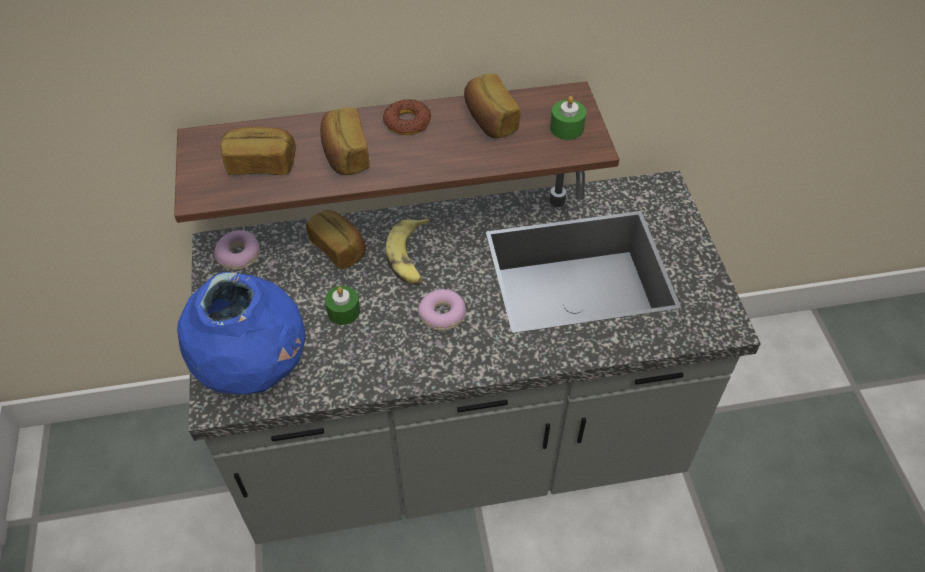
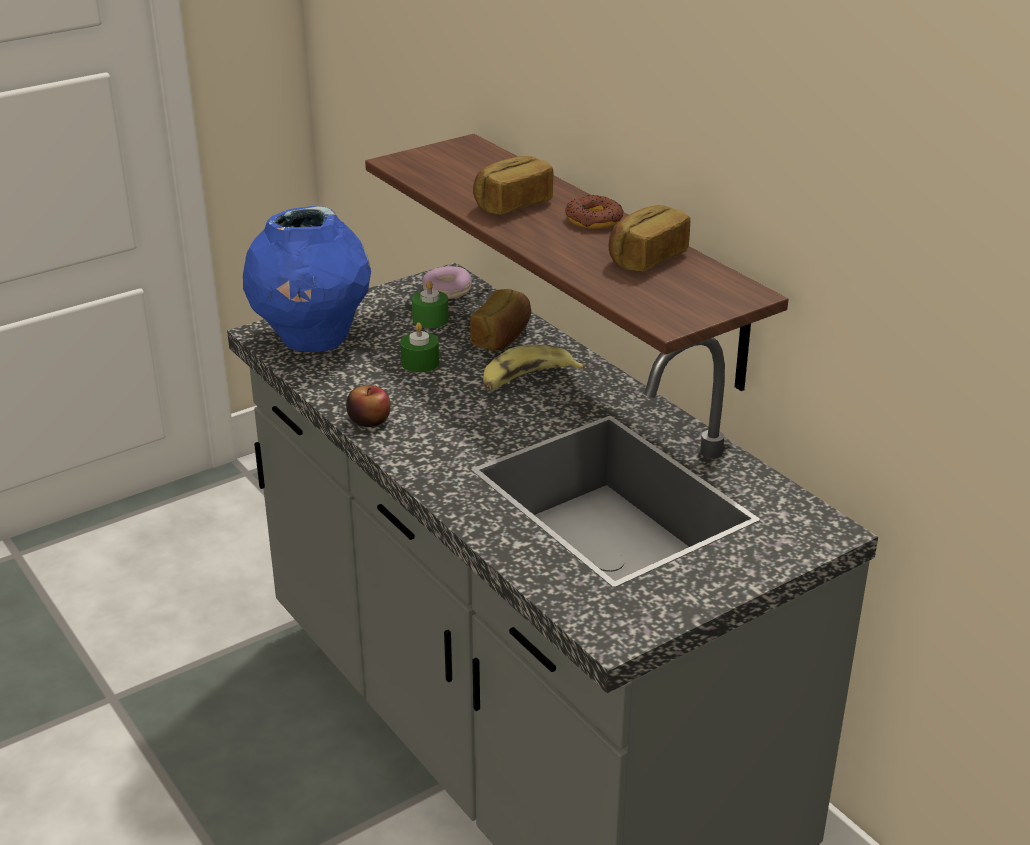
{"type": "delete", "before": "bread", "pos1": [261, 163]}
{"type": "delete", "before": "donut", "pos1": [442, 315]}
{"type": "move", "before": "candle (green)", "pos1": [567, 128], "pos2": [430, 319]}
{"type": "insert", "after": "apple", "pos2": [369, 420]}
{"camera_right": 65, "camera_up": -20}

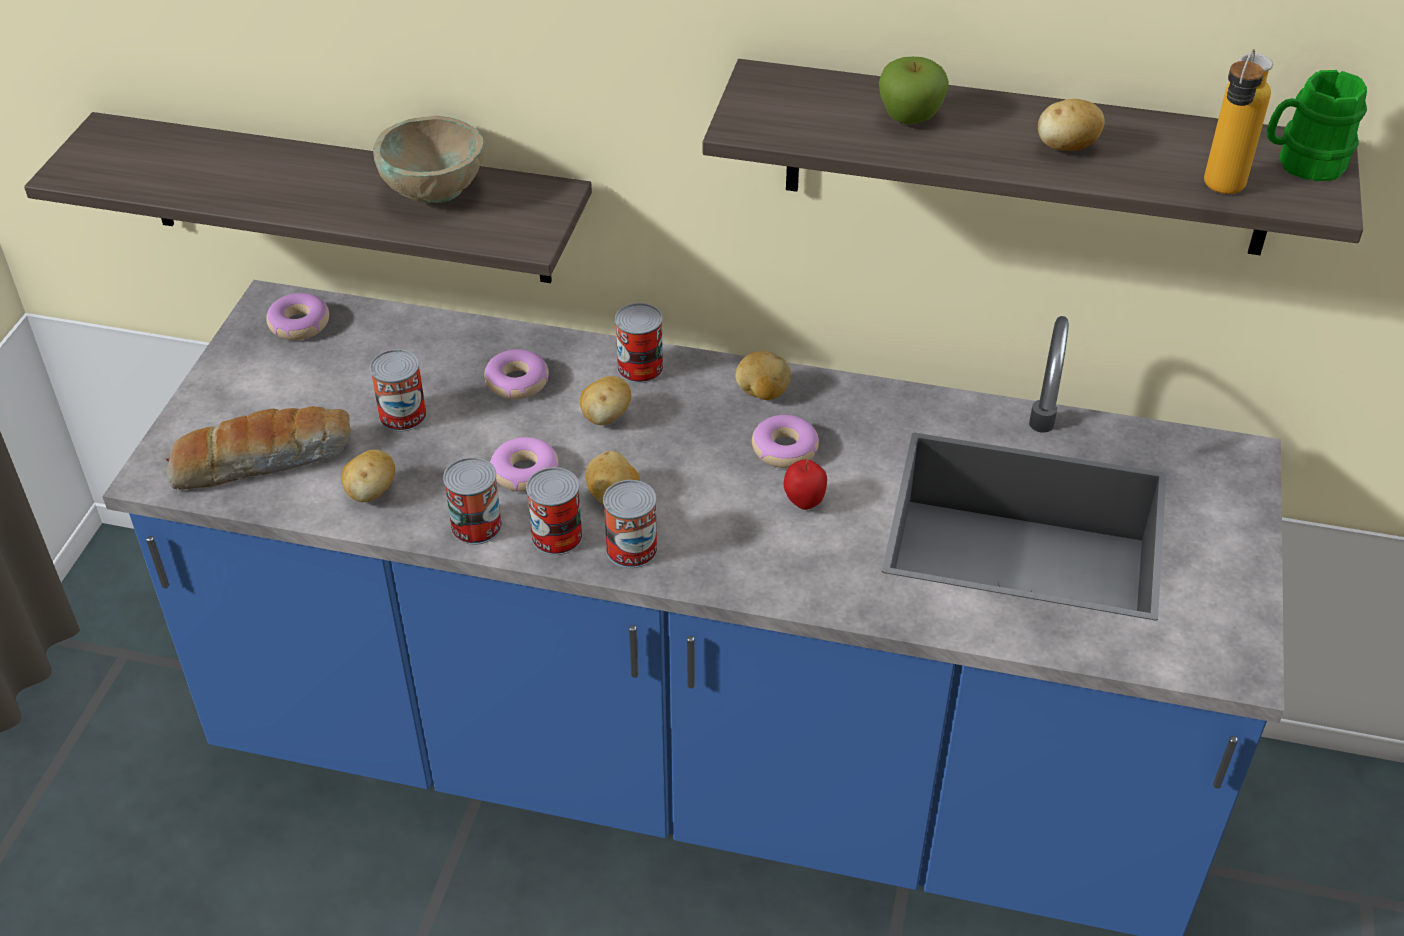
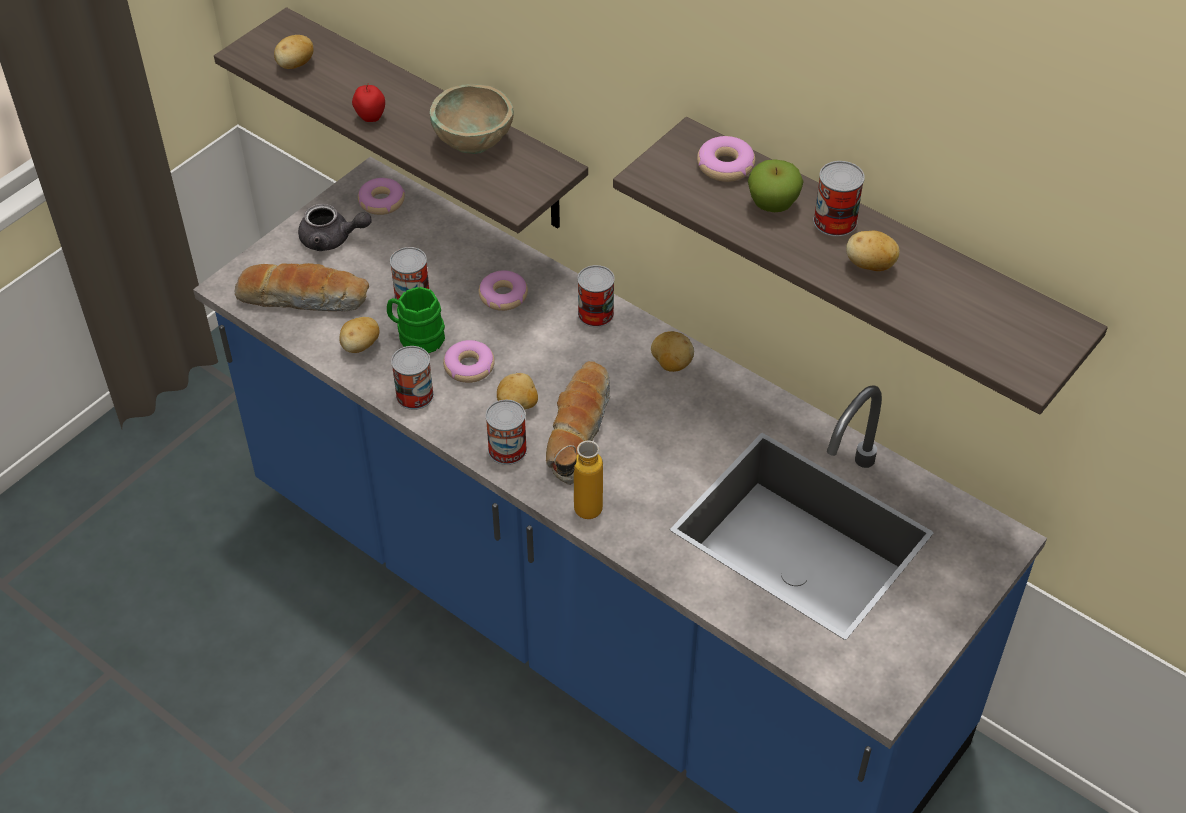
{"type": "move", "before": "can", "pos1": [557, 536], "pos2": [835, 221]}
{"type": "move", "before": "potato", "pos1": [606, 417], "pos2": [295, 65]}
{"type": "move", "before": "donut", "pos1": [785, 449], "pos2": [725, 166]}
{"type": "move", "before": "apple", "pos1": [804, 503], "pos2": [370, 118]}
{"type": "move", "before": "bottle", "pos1": [1218, 193], "pos2": [578, 515]}
{"type": "move", "before": "mug (green)", "pos1": [1302, 163], "pos2": [416, 338]}
{"type": "insert", "after": "teapot (grey)", "pos2": [332, 239]}
{"type": "insert", "after": "bread", "pos2": [577, 430]}
{"camera_right": 25, "camera_up": 5}

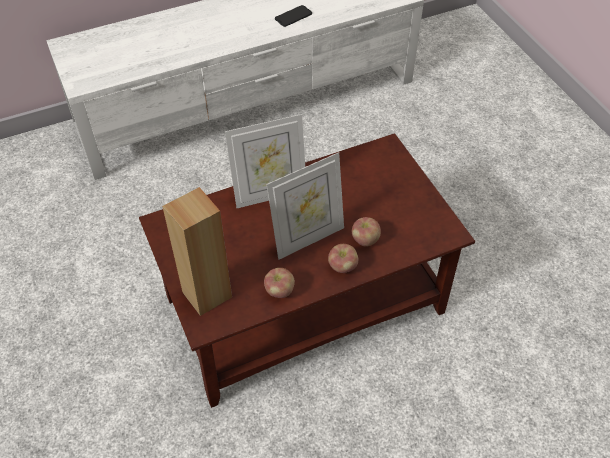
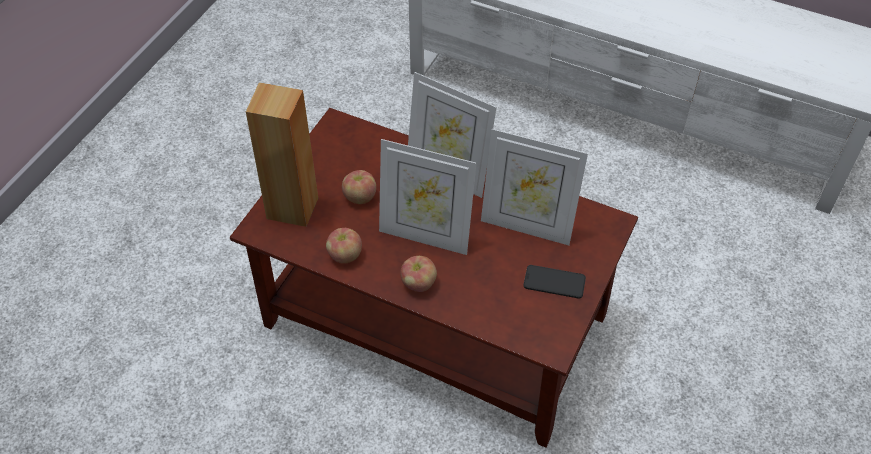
{"type": "move", "before": "phone", "pos1": [293, 16], "pos2": [554, 282]}
{"type": "move", "before": "apple", "pos1": [365, 240], "pos2": [359, 197]}
{"type": "insert", "after": "picture frame", "pos2": [527, 225]}
{"camera_right": 50, "camera_up": 0}

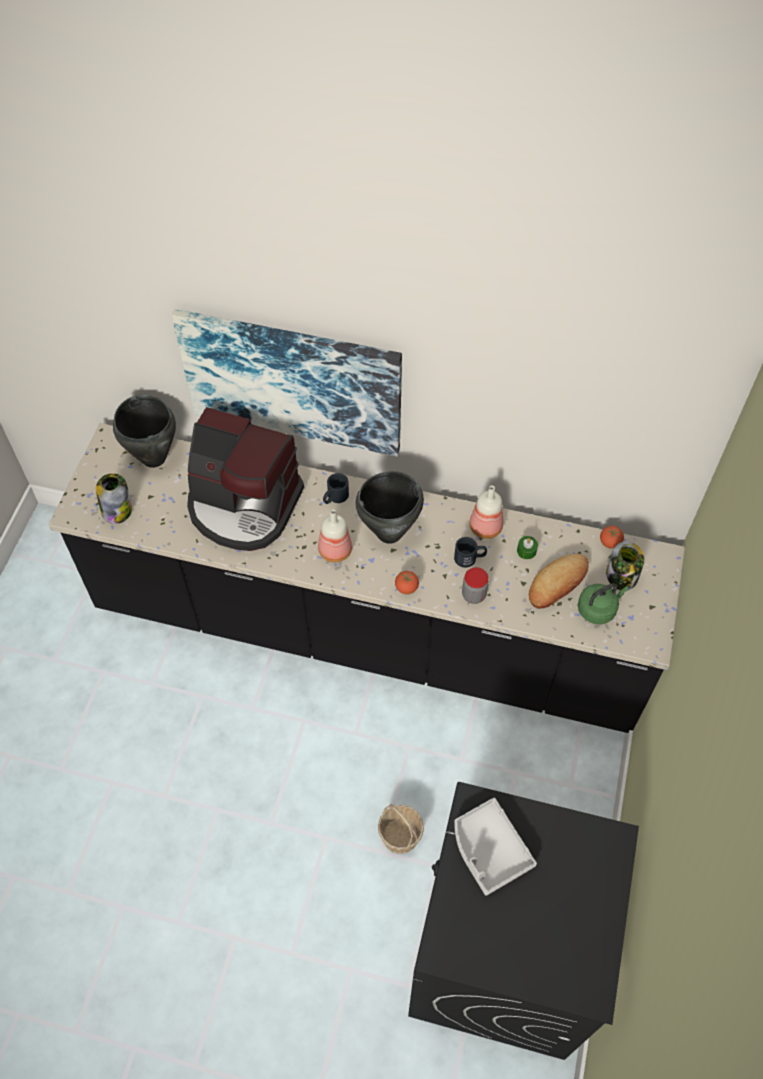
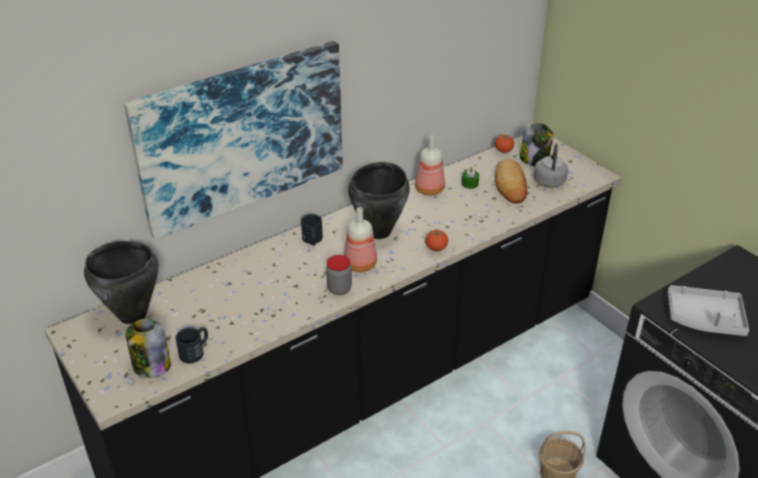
{"type": "delete", "before": "coffee machine", "pos1": [244, 506]}
{"type": "move", "before": "mug (black)", "pos1": [470, 558], "pos2": [195, 351]}
{"type": "move", "before": "jar", "pos1": [473, 595], "pos2": [339, 289]}
{"type": "recolor", "before": "kettle (green)", "after": "kettle (grey)", "pos1": [598, 609], "pos2": [549, 180]}
{"camera_right": -50, "camera_up": -20}

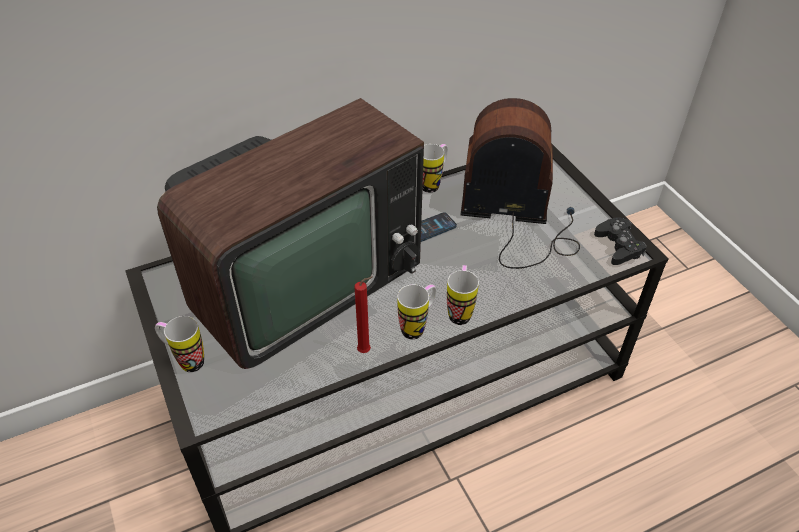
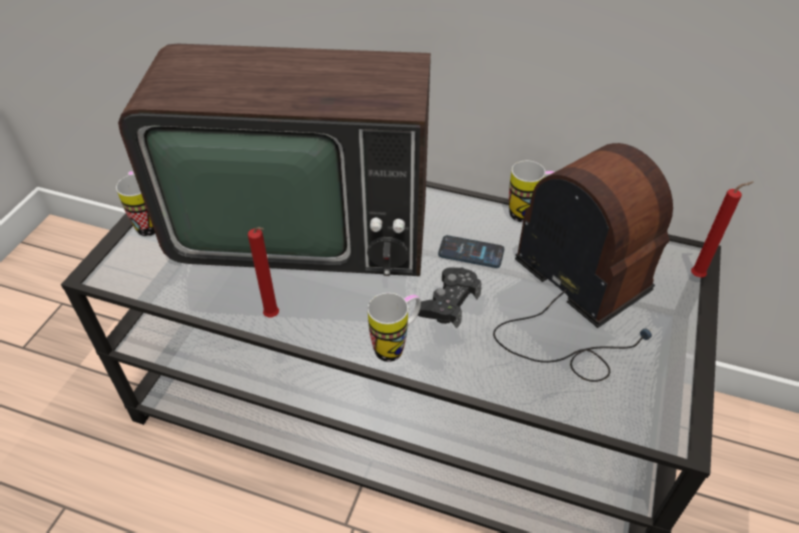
{"type": "delete", "before": "mug", "pos1": [417, 326]}
{"type": "move", "before": "game controller (black)", "pos1": [618, 246], "pos2": [449, 302]}
{"type": "insert", "after": "candle (red)", "pos2": [699, 276]}
{"camera_right": 45, "camera_up": 0}

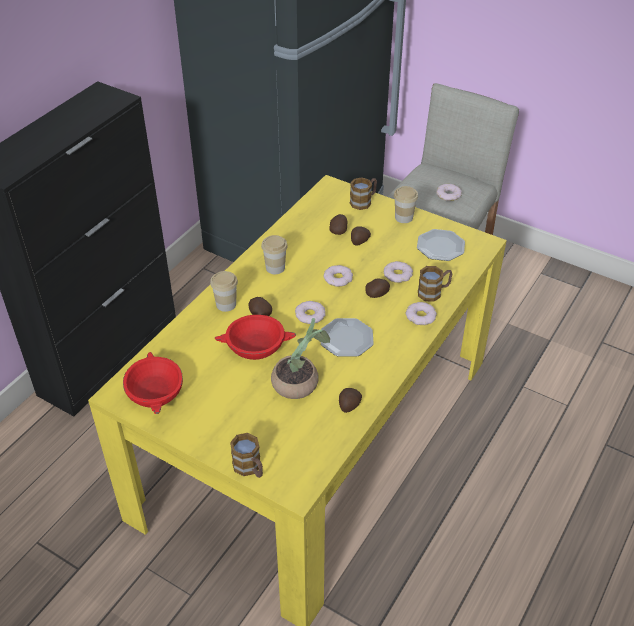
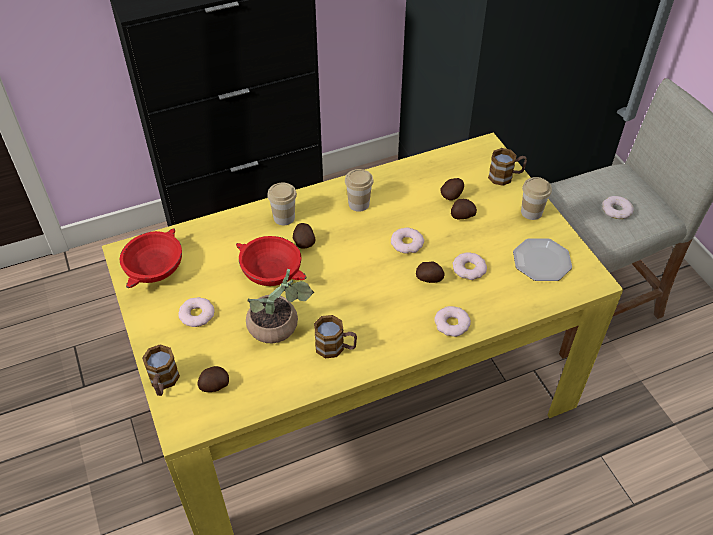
{"type": "move", "before": "donut", "pos1": [310, 315], "pos2": [196, 314]}
{"type": "delete", "before": "plate", "pos1": [347, 339]}
{"type": "move", "before": "potato", "pos1": [348, 406], "pos2": [214, 386]}
{"type": "move", "before": "mug", "pos1": [434, 292], "pos2": [335, 347]}
{"camera_right": 35, "camera_up": 5}

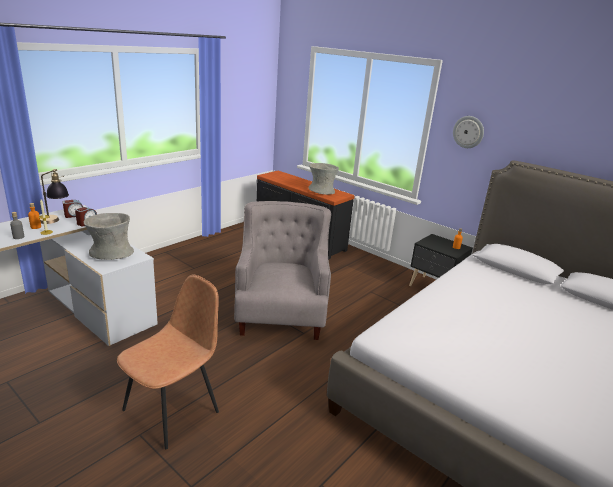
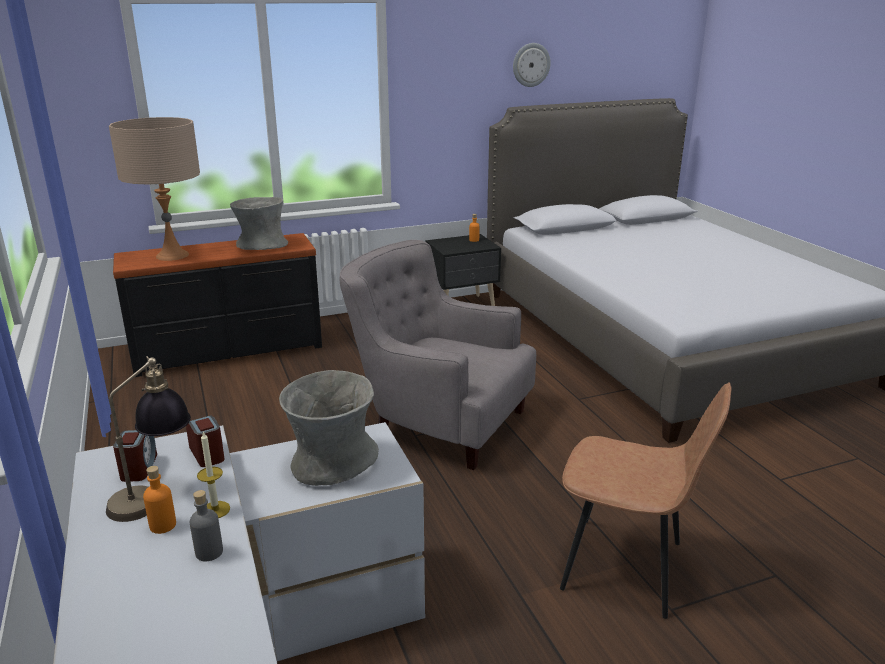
{"type": "rotate", "before": "chair (brown)", "pos1": [173, 409], "pos2": [626, 567], "turn": 135}
{"type": "move", "before": "wall clock", "pos1": [468, 132], "pos2": [531, 65]}
{"type": "insert", "after": "table lamp (beige)", "pos2": [172, 255]}
{"camera_right": -60, "camera_up": 0}

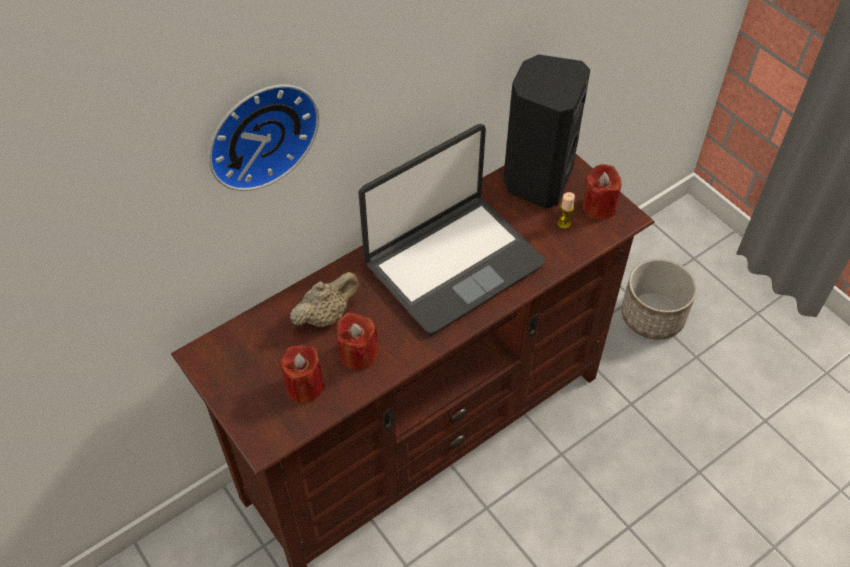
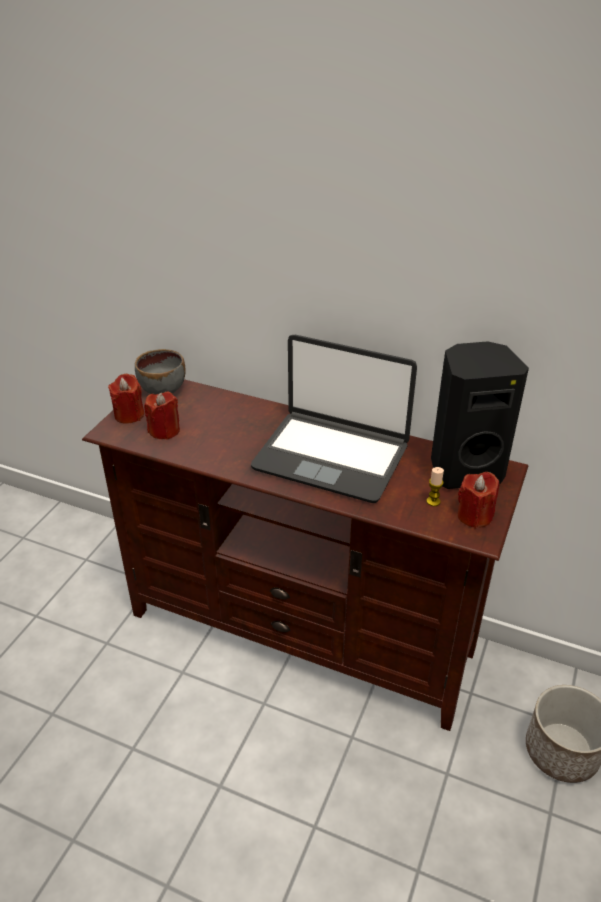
{"type": "delete", "before": "wall clock", "pos1": [259, 132]}
{"type": "delete", "before": "teapot (beige)", "pos1": [326, 315]}
{"type": "move", "before": "candle (red)", "pos1": [358, 354], "pos2": [129, 415]}
{"type": "insert", "after": "bowl (grey)", "pos2": [163, 389]}
{"camera_right": 60, "camera_up": -15}

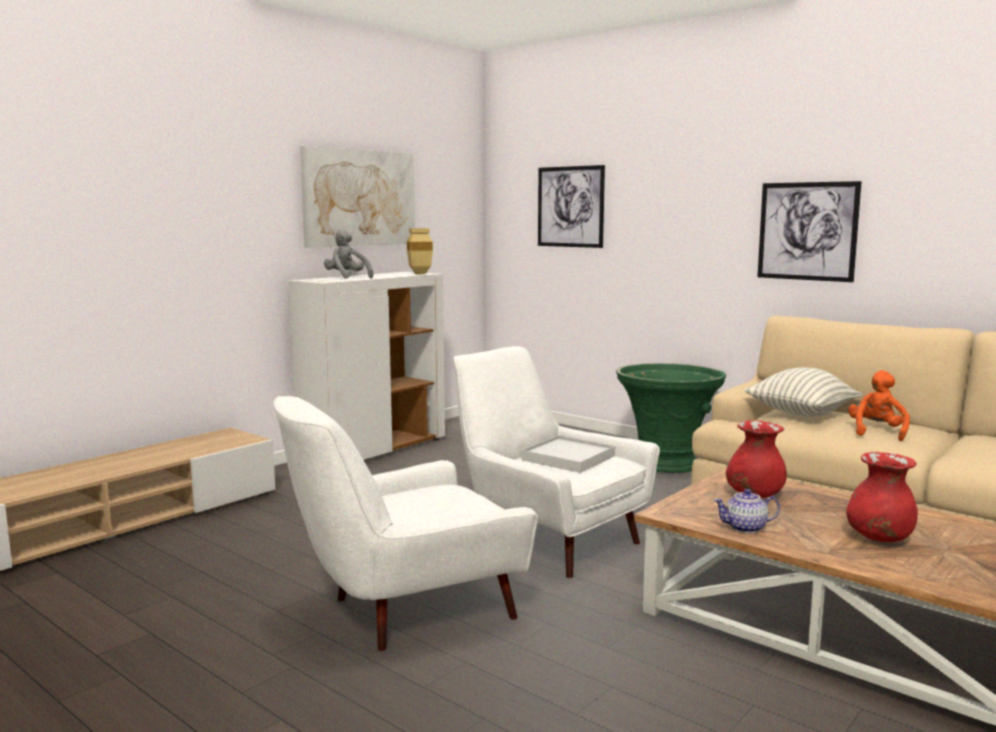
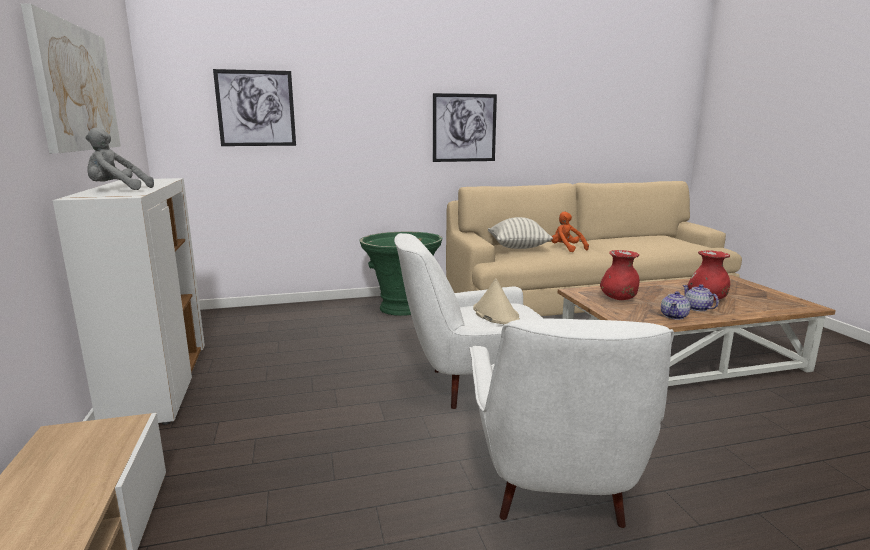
{"type": "delete", "before": "vase (beige)", "pos1": [421, 274]}
{"type": "replace", "before": "tray (white)", "after": "hat (beige)", "pos1": [568, 458], "pos2": [495, 314]}
{"type": "insert", "after": "teapot", "pos2": [697, 308]}
{"camera_right": -55, "camera_up": 5}

